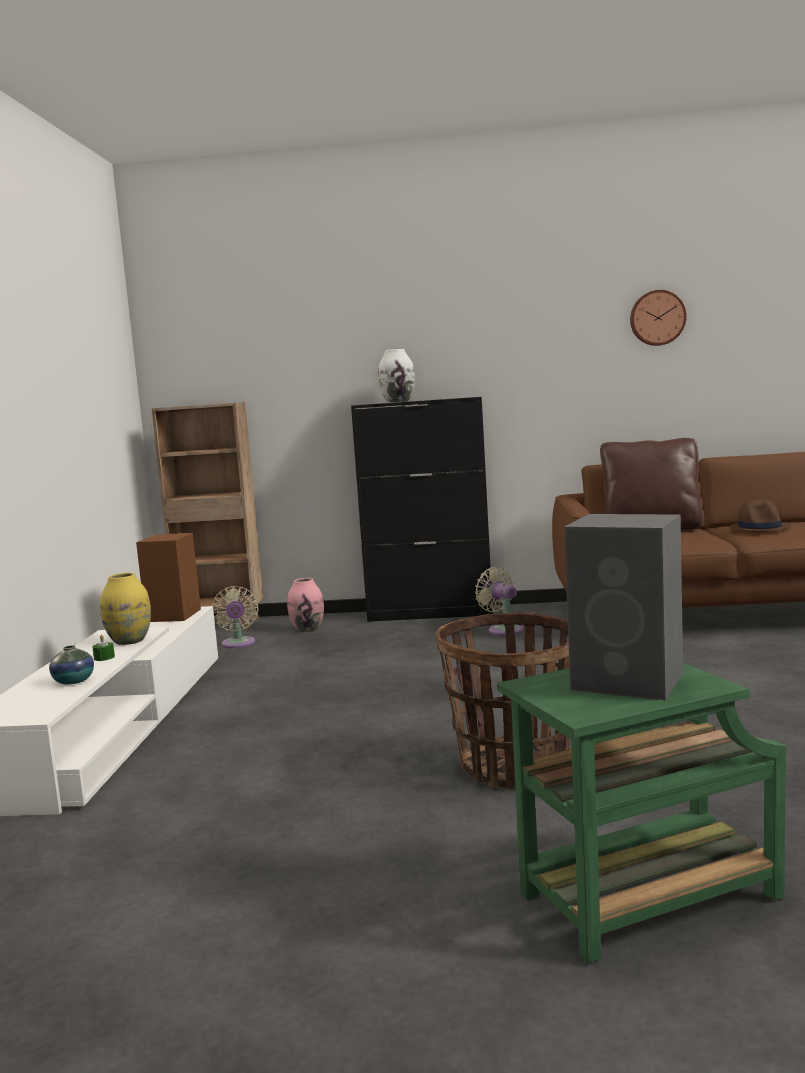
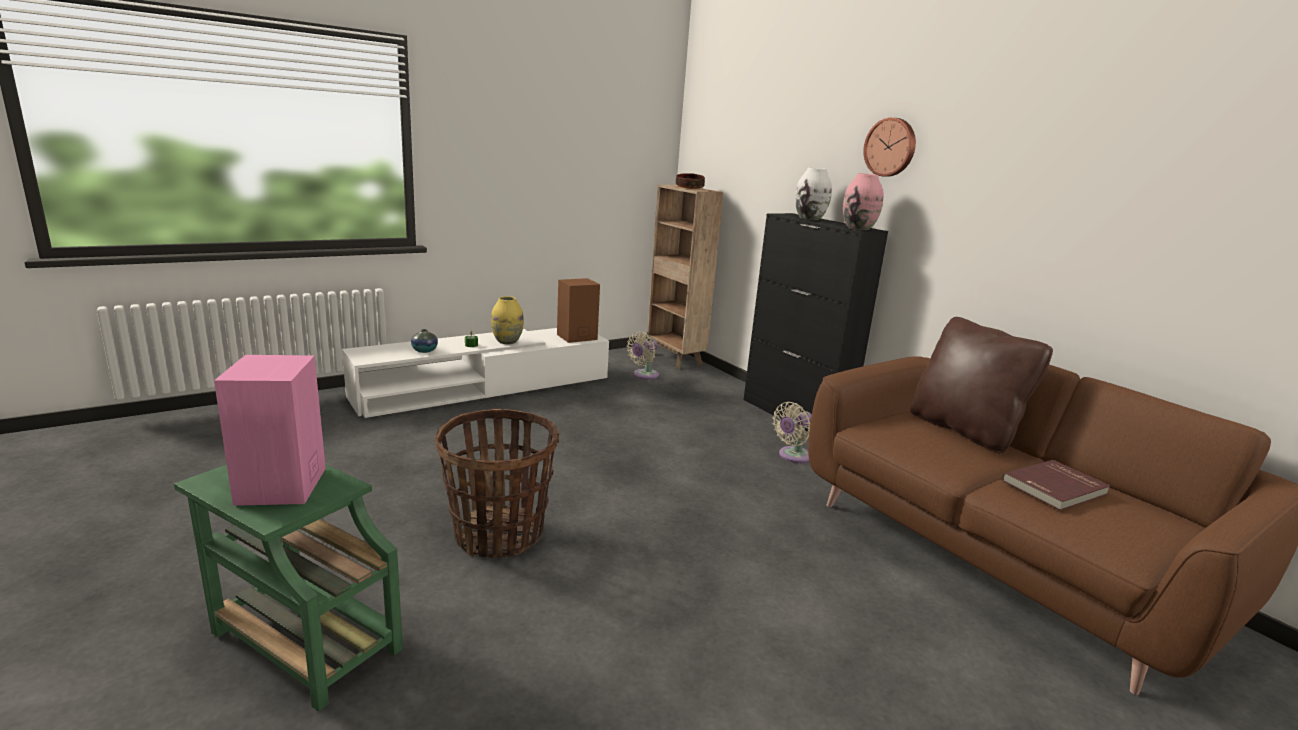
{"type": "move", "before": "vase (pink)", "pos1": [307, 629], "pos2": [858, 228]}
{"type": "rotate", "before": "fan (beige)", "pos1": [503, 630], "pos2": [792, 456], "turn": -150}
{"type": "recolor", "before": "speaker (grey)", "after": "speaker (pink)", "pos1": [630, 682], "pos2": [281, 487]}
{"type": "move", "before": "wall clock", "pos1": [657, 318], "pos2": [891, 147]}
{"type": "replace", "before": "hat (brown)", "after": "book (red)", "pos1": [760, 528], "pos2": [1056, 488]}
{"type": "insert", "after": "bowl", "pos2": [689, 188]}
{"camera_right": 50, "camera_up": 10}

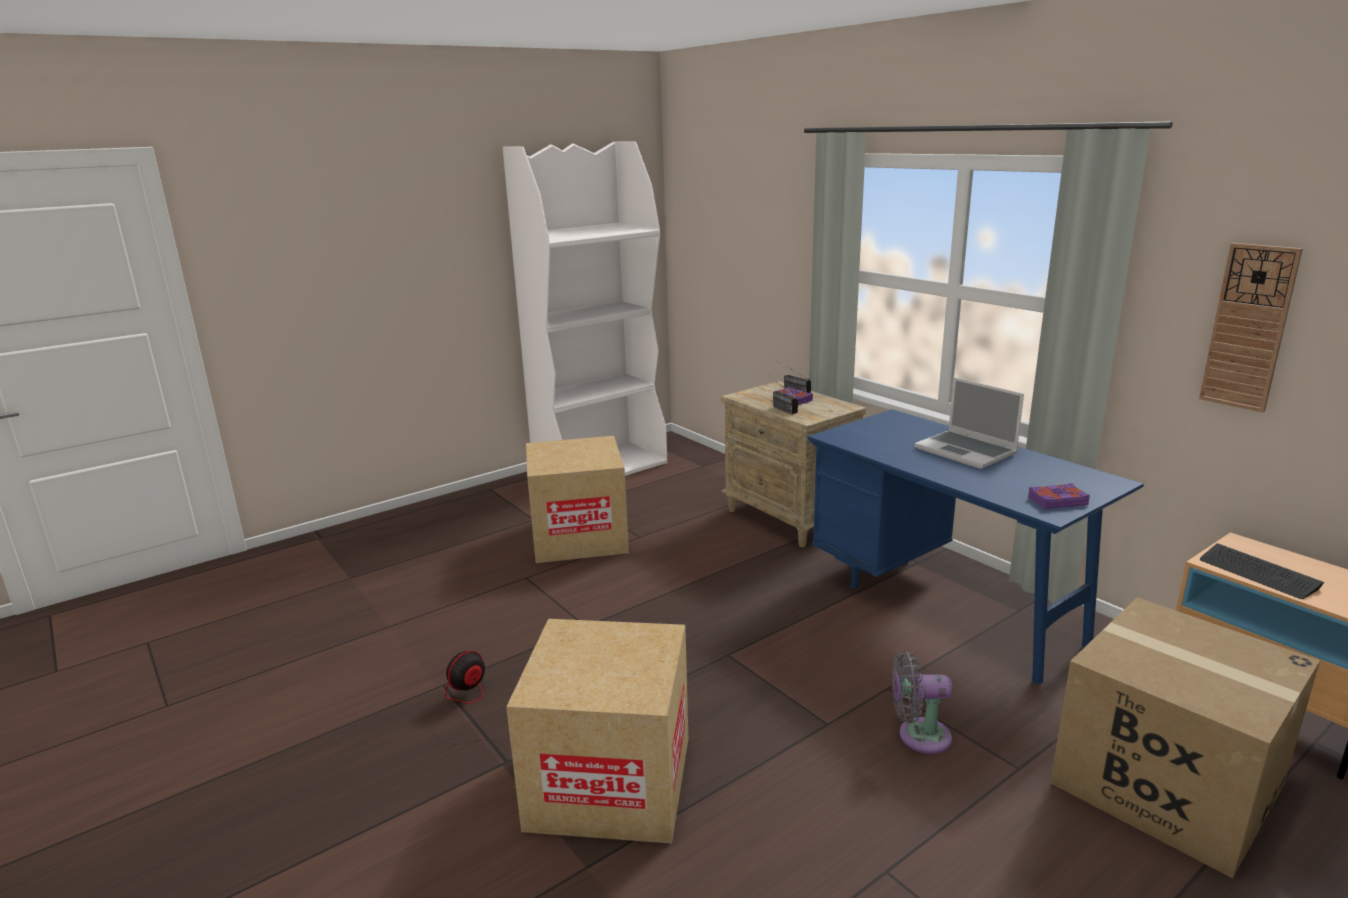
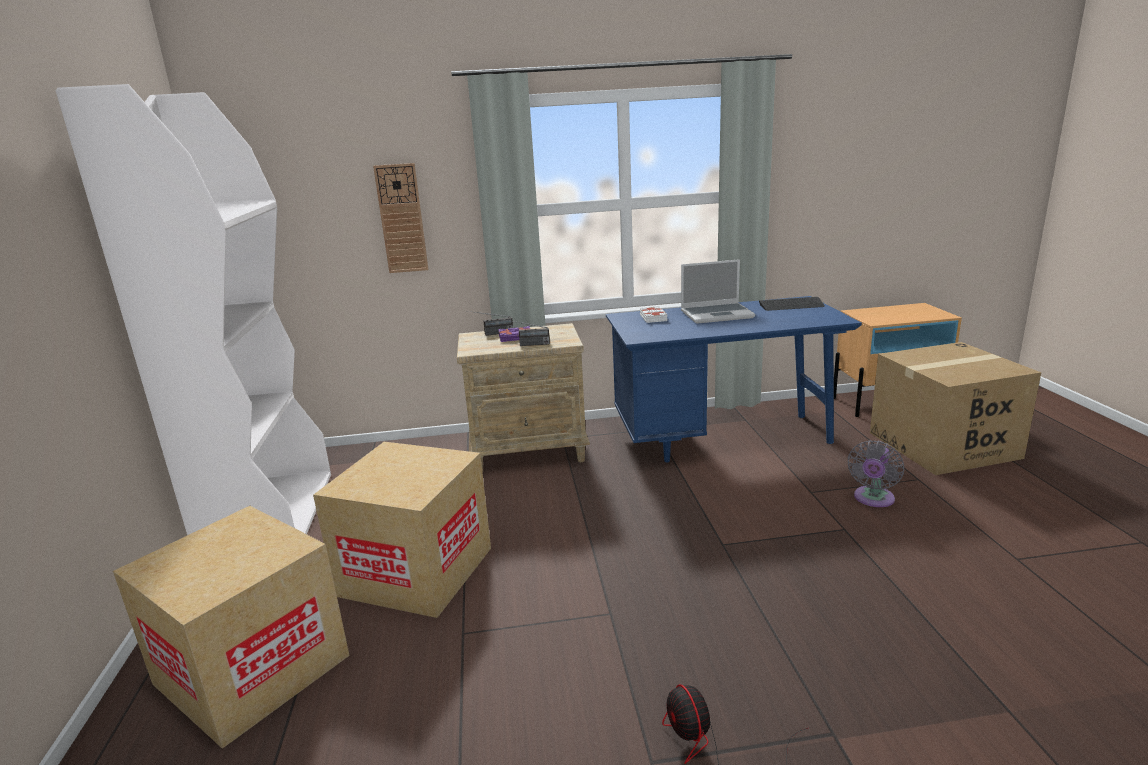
{"type": "move", "before": "cardboard box", "pos1": [610, 782], "pos2": [252, 669]}
{"type": "delete", "before": "book (purple)", "pos1": [1057, 501]}
{"type": "move", "before": "wall clock", "pos1": [1248, 327], "pos2": [401, 219]}
{"type": "move", "before": "keyboard", "pos1": [1258, 573], "pos2": [791, 305]}
{"type": "insert", "after": "book (white)", "pos2": [653, 318]}
{"camera_right": -60, "camera_up": 0}

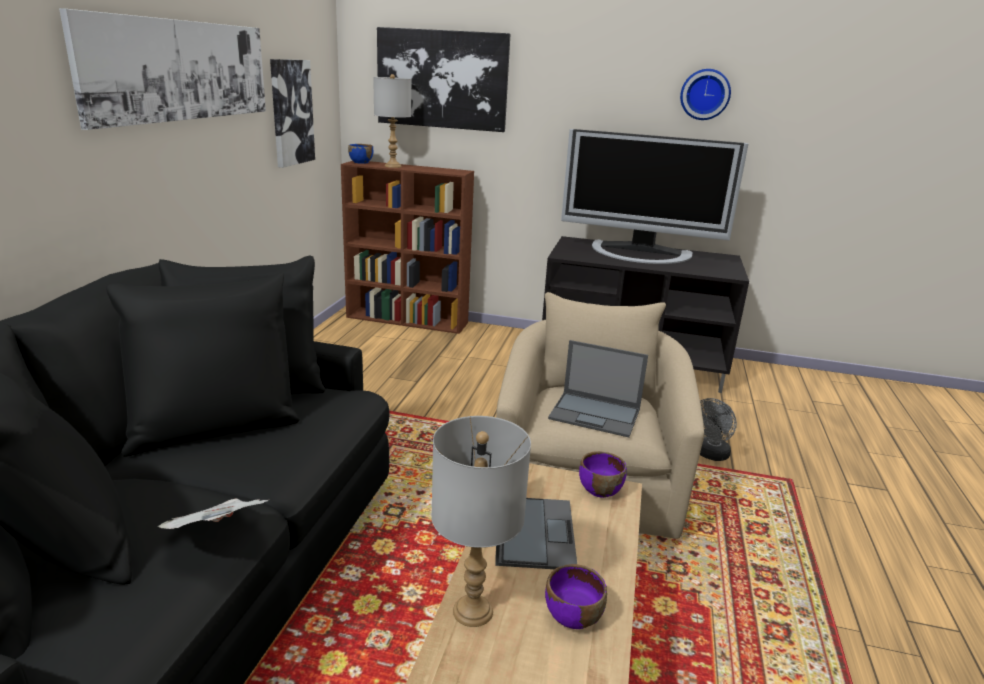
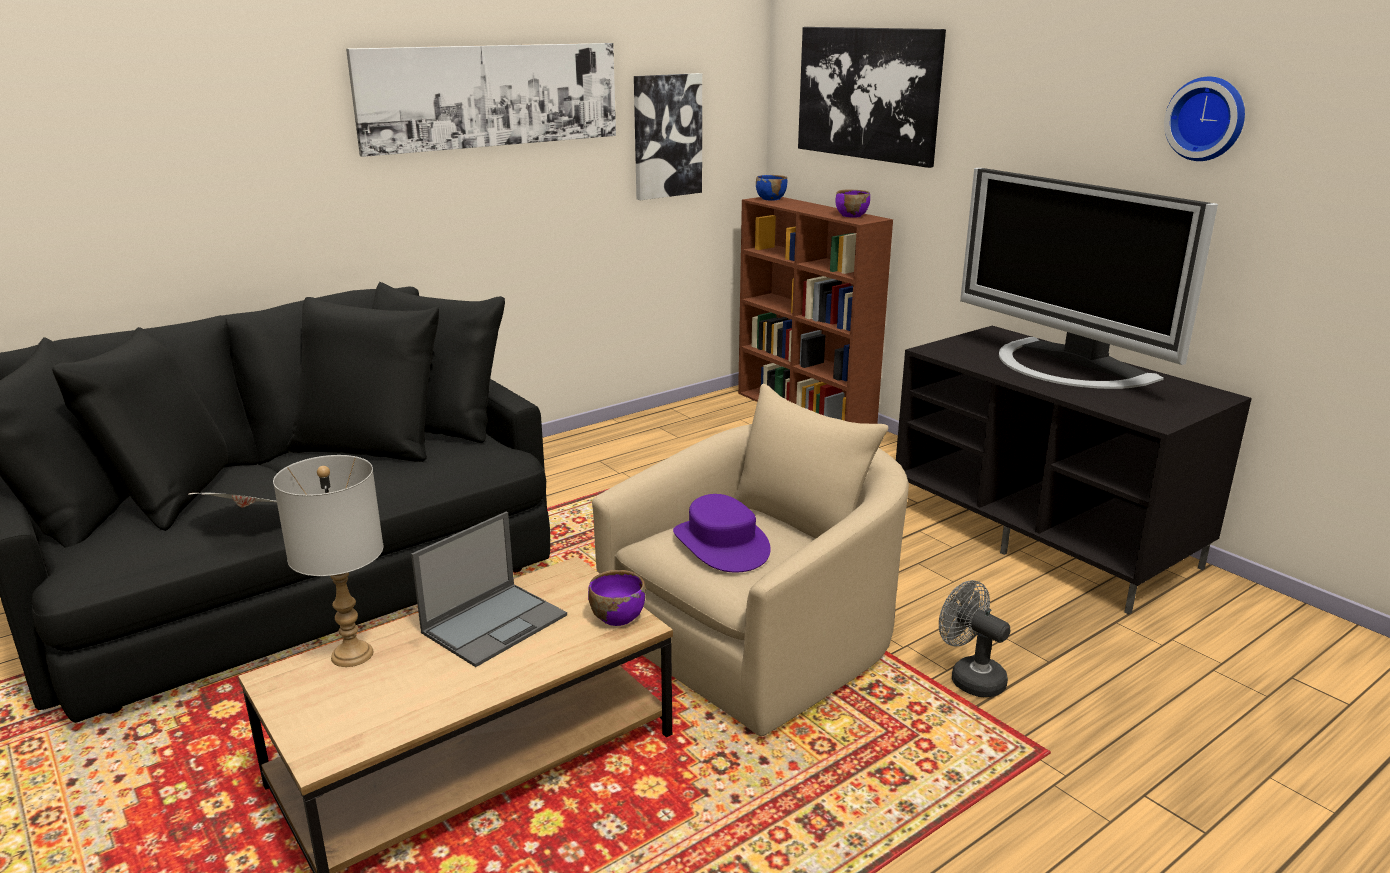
{"type": "delete", "before": "table lamp (grey)", "pos1": [392, 166]}
{"type": "move", "before": "bowl (purple)", "pos1": [572, 616], "pos2": [851, 215]}
{"type": "replace", "before": "laptop", "after": "hat (purple)", "pos1": [596, 414], "pos2": [721, 544]}
{"type": "rotate", "before": "fan (grey)", "pos1": [709, 455], "pos2": [970, 677], "turn": 60}
{"camera_right": 40, "camera_up": 0}

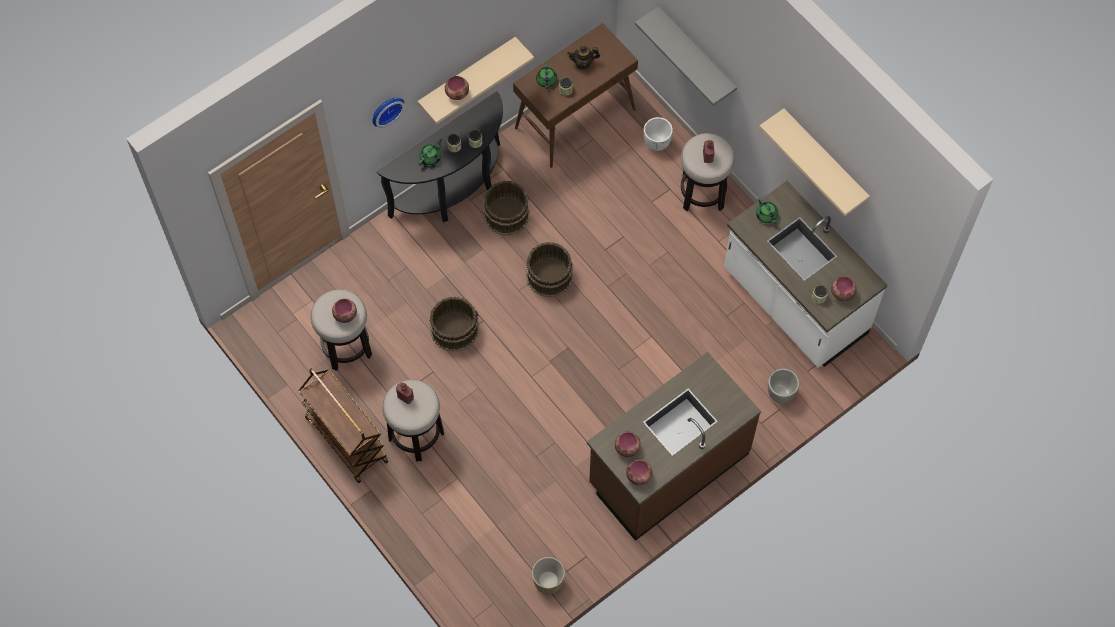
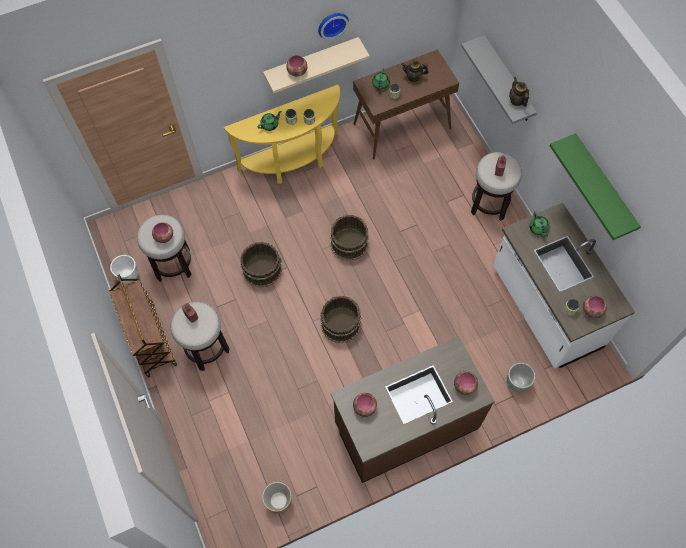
{"type": "move", "before": "wall clock", "pos1": [386, 109], "pos2": [332, 23]}
{"type": "recolor", "before": "console table (black)", "after": "console table (yellow)", "pos1": [454, 191], "pos2": [293, 162]}
{"type": "move", "before": "bucket (brown)", "pos1": [506, 214], "pos2": [340, 323]}
{"type": "move", "before": "bowl", "pos1": [639, 475], "pos2": [465, 385]}
{"type": "move", "before": "planter (white)", "pos1": [657, 143], "pos2": [128, 276]}
{"type": "recolor", "before": "shelf (beige)", "after": "shelf (green)", "pos1": [824, 159], "pos2": [603, 186]}
{"type": "insert", "after": "teapot", "pos2": [517, 100]}
{"camera_right": 15, "camera_up": 0}

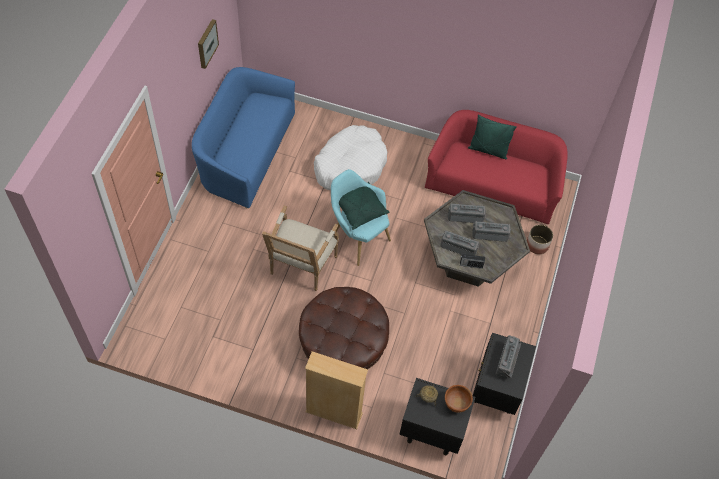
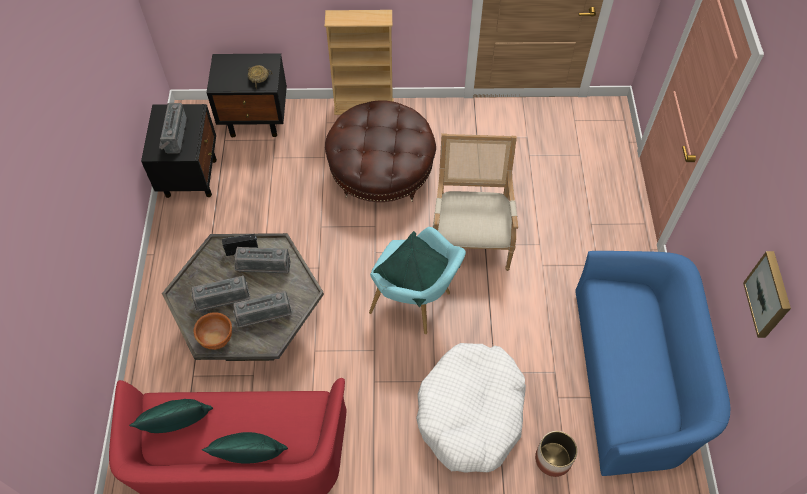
{"type": "move", "before": "bowl (brown)", "pos1": [456, 403], "pos2": [217, 338]}
{"type": "move", "before": "planter", "pos1": [537, 245], "pos2": [553, 459]}
{"type": "insert", "after": "pillow (green)", "pos2": [180, 425]}
{"camera_right": 165, "camera_up": 0}

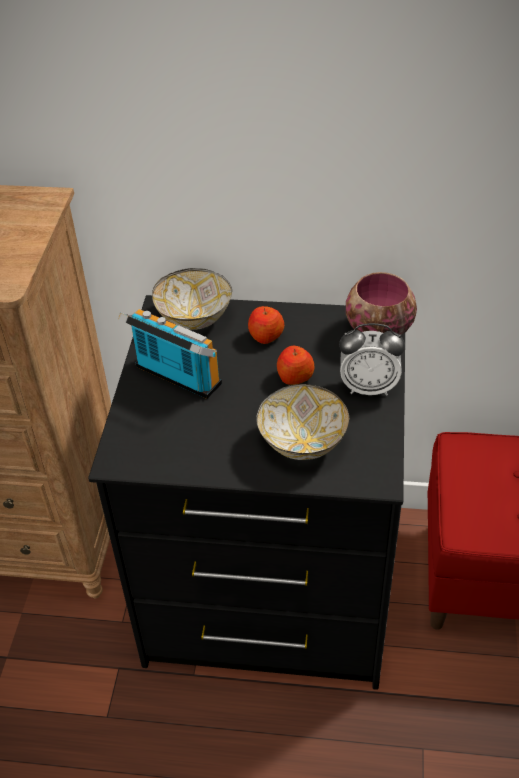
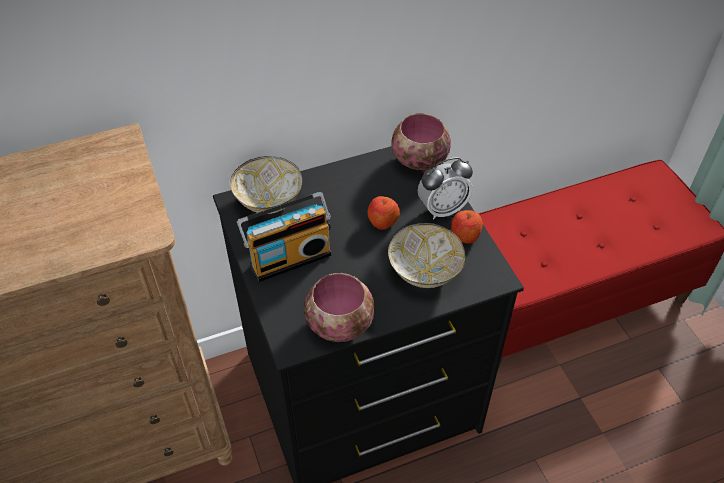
{"type": "rotate", "before": "radio", "pos1": [175, 378], "pos2": [289, 257], "turn": 150}
{"type": "move", "before": "apple", "pos1": [266, 336], "pos2": [465, 235]}
{"type": "insert", "after": "bowl", "pos2": [341, 324]}
{"camera_right": -30, "camera_up": 5}

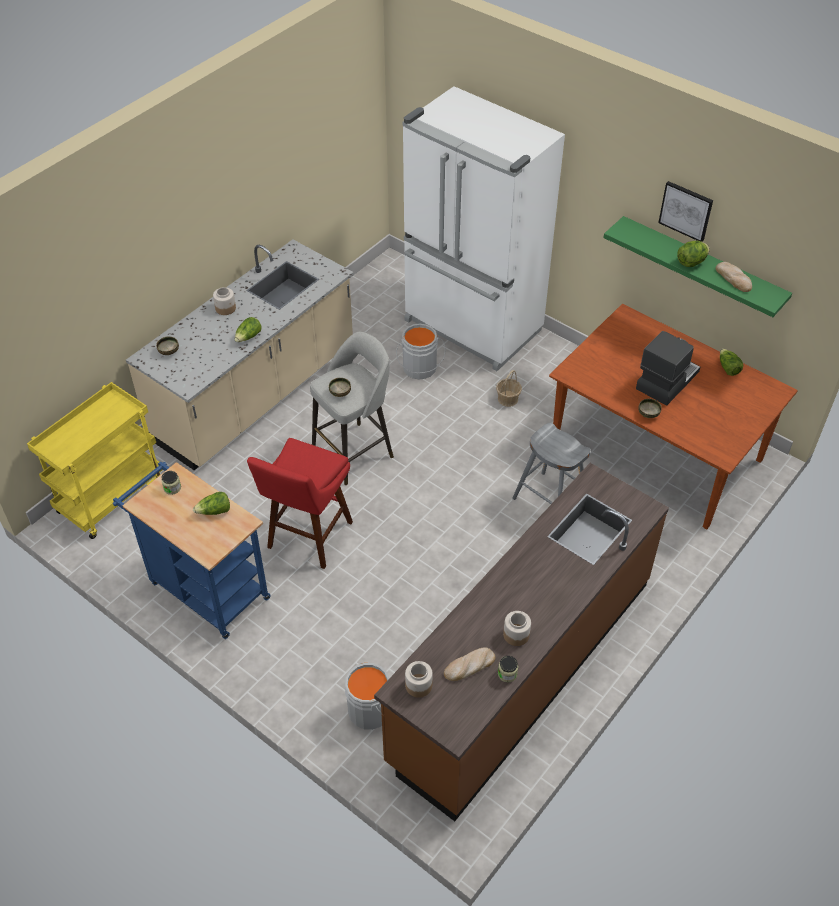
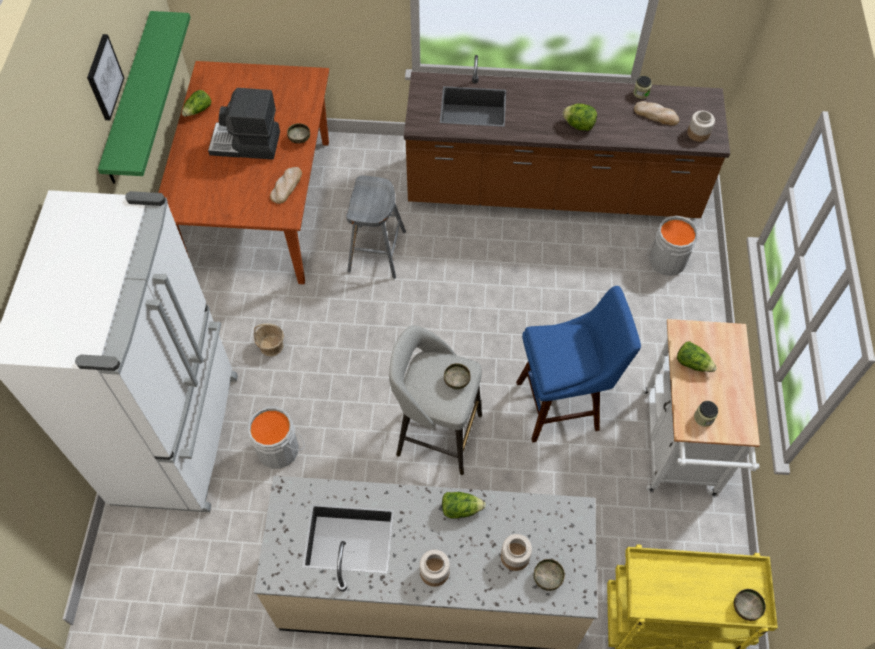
{"type": "recolor", "before": "cart (blue)", "after": "cart (white)", "pos1": [204, 587], "pos2": [679, 450]}
{"type": "recolor", "before": "stool (red)", "after": "stool (blue)", "pos1": [307, 539], "pos2": [563, 404]}
{"type": "move", "before": "jar", "pos1": [516, 634], "pos2": [515, 557]}
{"type": "move", "before": "lettuce", "pos1": [691, 262], "pos2": [579, 125]}
{"type": "move", "before": "bread", "pos1": [734, 278], "pos2": [286, 186]}
{"type": "insert", "after": "bowl", "pos2": [746, 608]}
{"camera_right": -125, "camera_up": 10}

